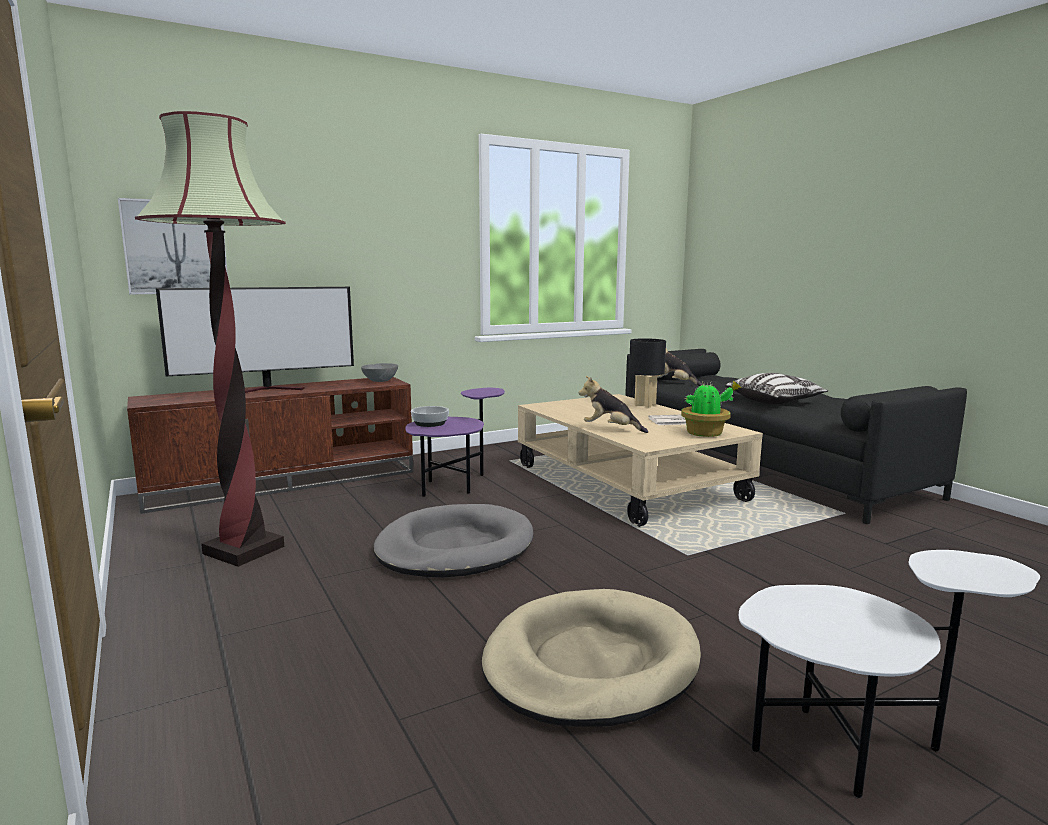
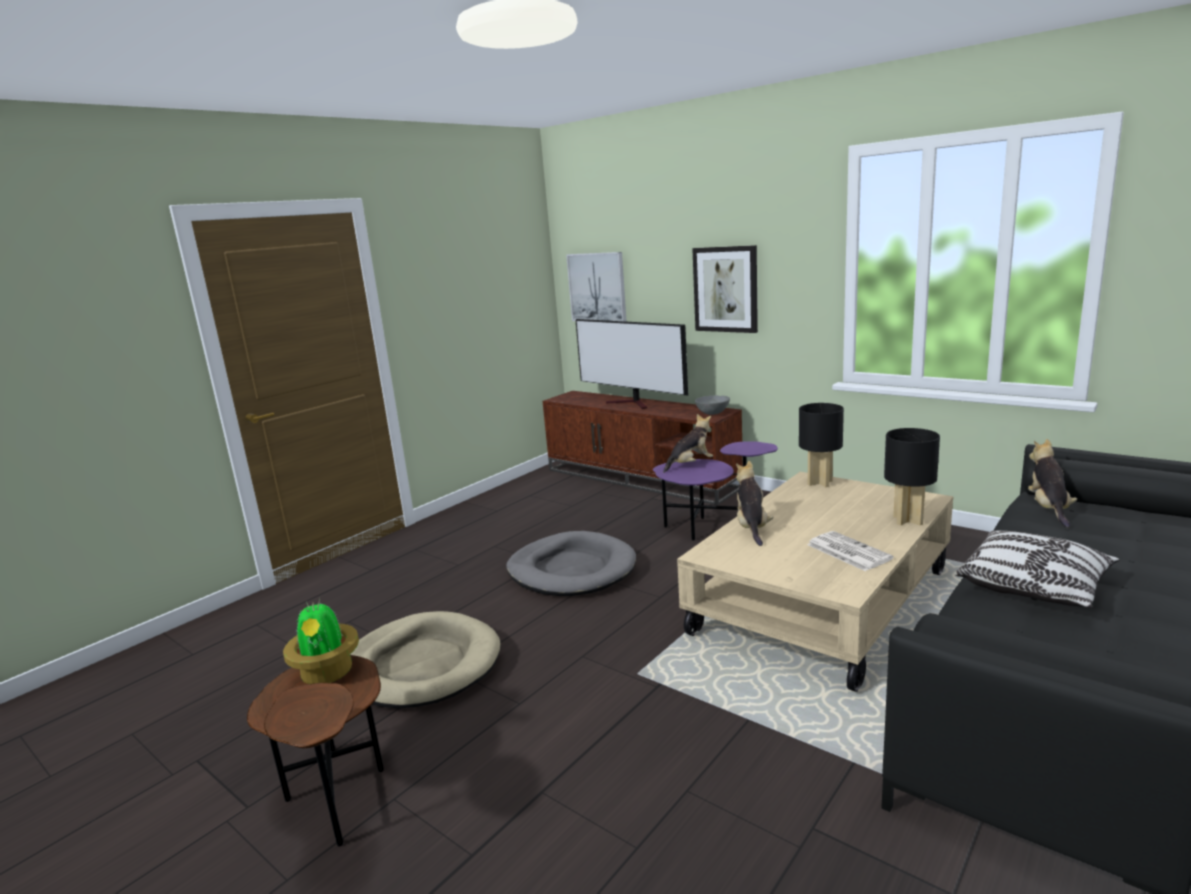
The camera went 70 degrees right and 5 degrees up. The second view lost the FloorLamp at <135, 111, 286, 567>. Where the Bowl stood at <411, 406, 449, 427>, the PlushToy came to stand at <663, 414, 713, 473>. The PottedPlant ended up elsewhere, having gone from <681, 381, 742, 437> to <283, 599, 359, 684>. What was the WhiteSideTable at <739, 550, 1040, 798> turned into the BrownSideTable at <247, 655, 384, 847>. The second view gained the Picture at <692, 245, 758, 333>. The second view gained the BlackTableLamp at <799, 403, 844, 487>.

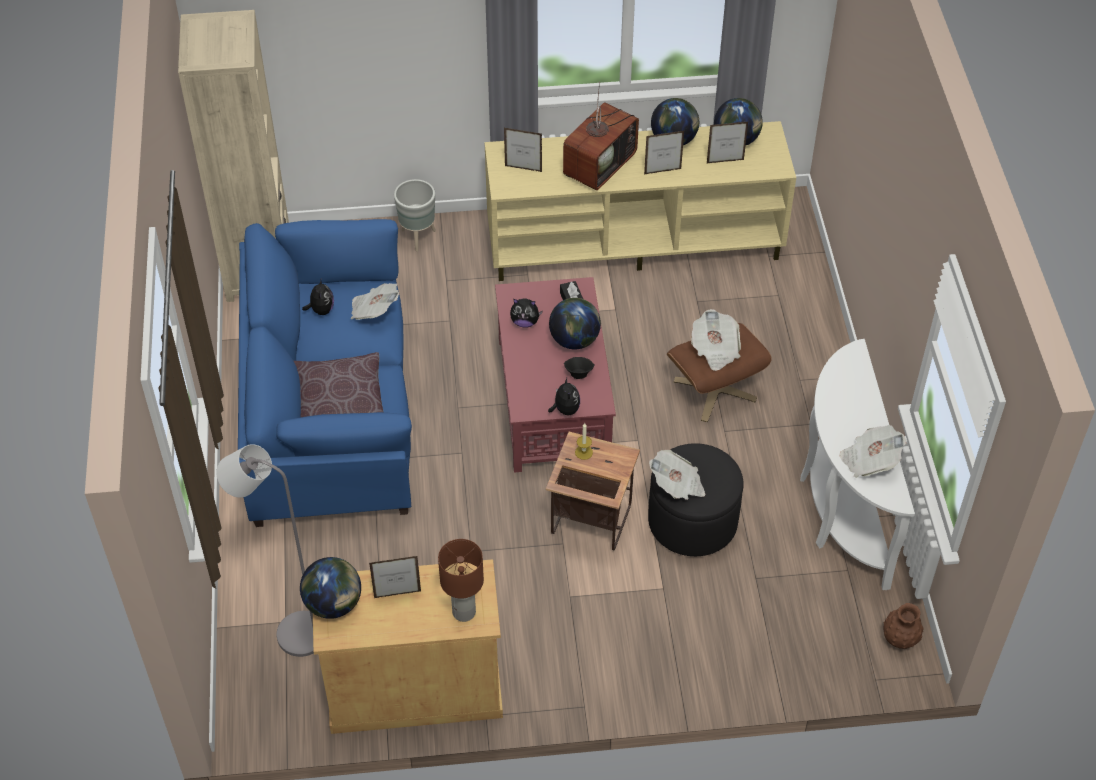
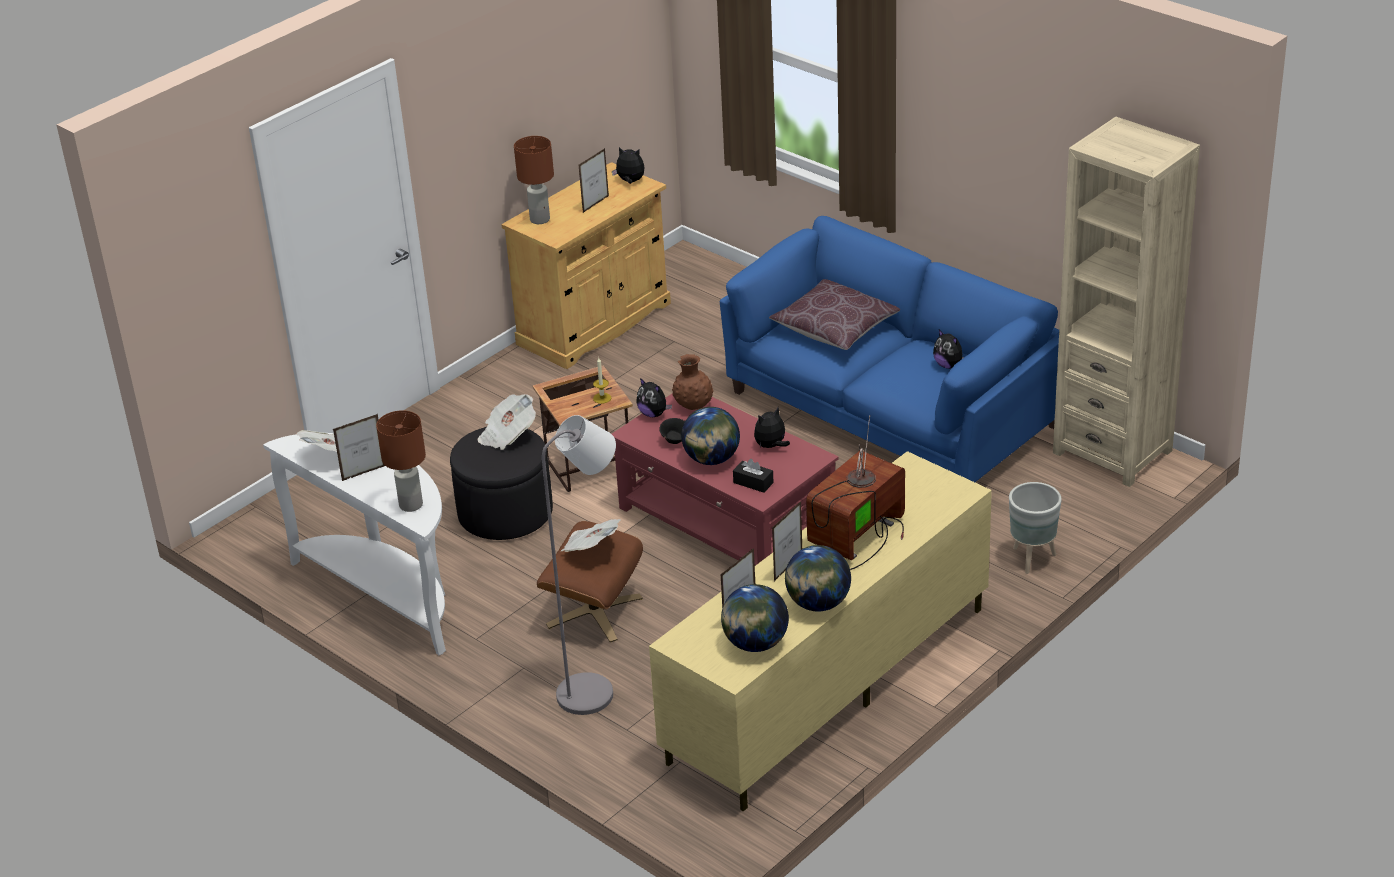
The camera went 140 degrees right and 15 degrees down. The GreyFloorLamp ended up elsewhere, having gone from <216, 444, 314, 657> to <542, 415, 616, 715>. Where the Globe stood at <300, 557, 361, 619>, the PlushToy came to stand at <612, 147, 645, 184>. The second view lost the Newspaper at <351, 283, 399, 320>. The PictureFrame ended up elsewhere, having gone from <504, 128, 542, 172> to <333, 414, 385, 481>. The Television at <563, 82, 639, 190> ended up facing another way, 45 degrees clockwise from before. The BrownVase ended up elsewhere, having gone from <884, 603, 923, 649> to <672, 354, 713, 410>. The second view gained the BrownTableLamp at <376, 410, 426, 512>.

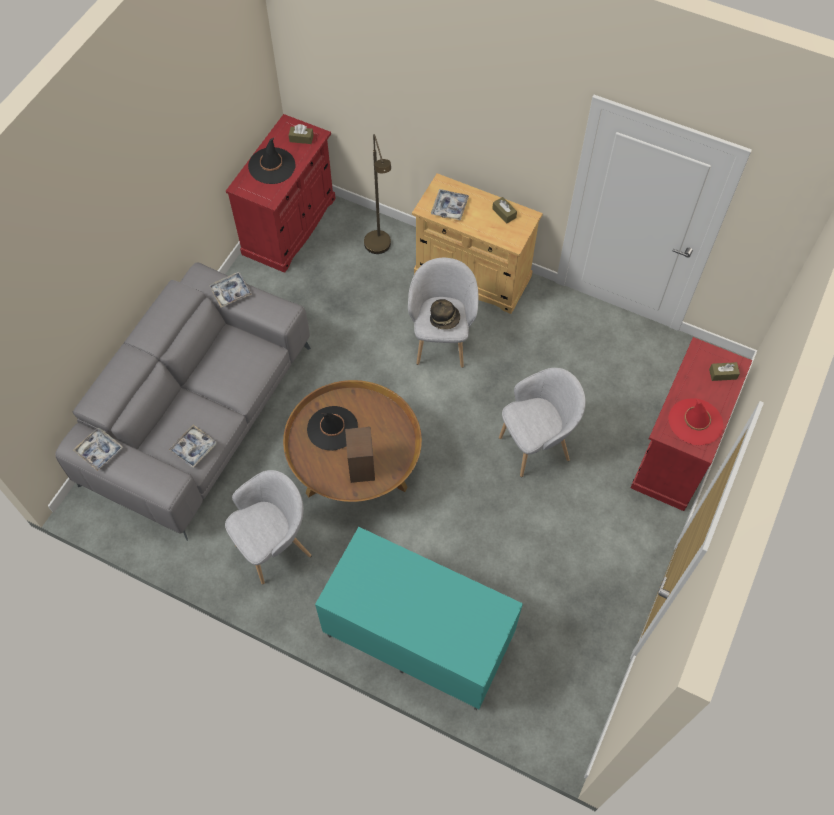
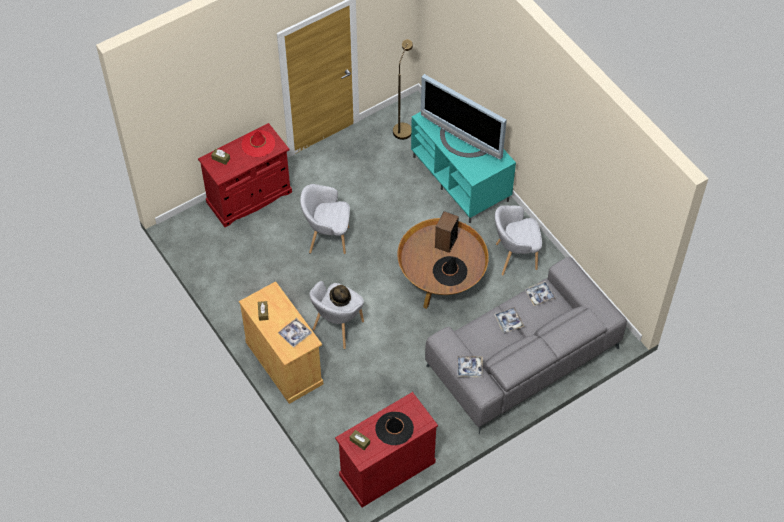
The camera went 150 degrees left and 5 degrees down. The Tray ended up elsewhere, having gone from <73, 428, 123, 471> to <494, 307, 524, 333>. The BrownFloorLamp ended up elsewhere, having gone from <364, 134, 391, 254> to <393, 39, 413, 140>. The second view gained the Television at <421, 74, 507, 160>.

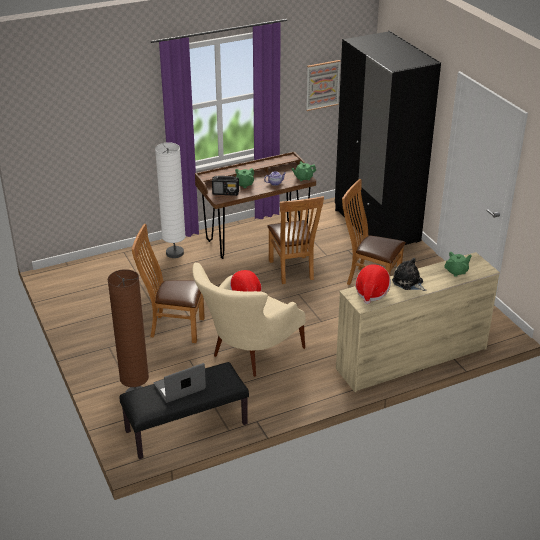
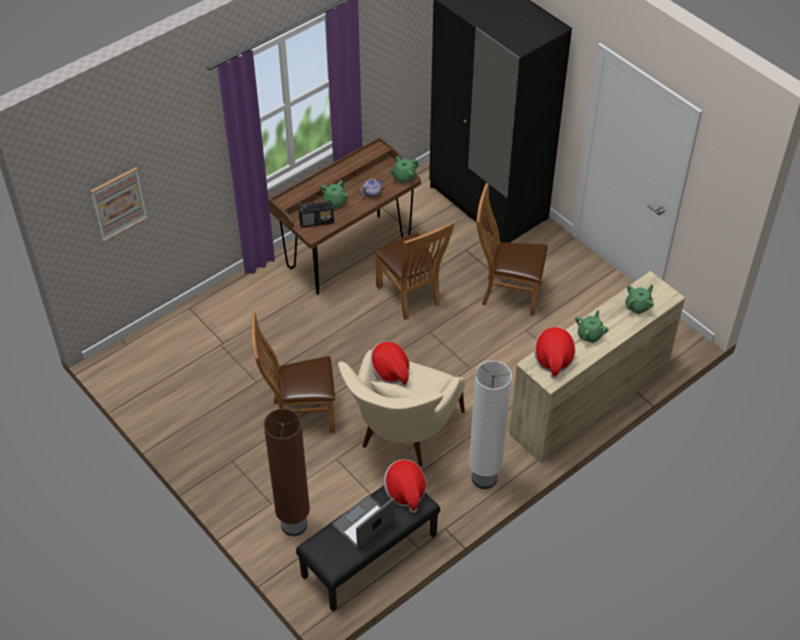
The camera went 15 degrees left and 15 degrees up. The WhiteFloorLamp ended up elsewhere, having gone from <155, 142, 186, 258> to <469, 361, 512, 489>. The Picture ended up elsewhere, having gone from <306, 60, 340, 111> to <90, 167, 148, 242>. Where the PlushToy stood at <392, 258, 426, 291>, the GreenTeapot came to stand at <575, 310, 609, 343>. The second view gained the Hat at <384, 459, 426, 513>.

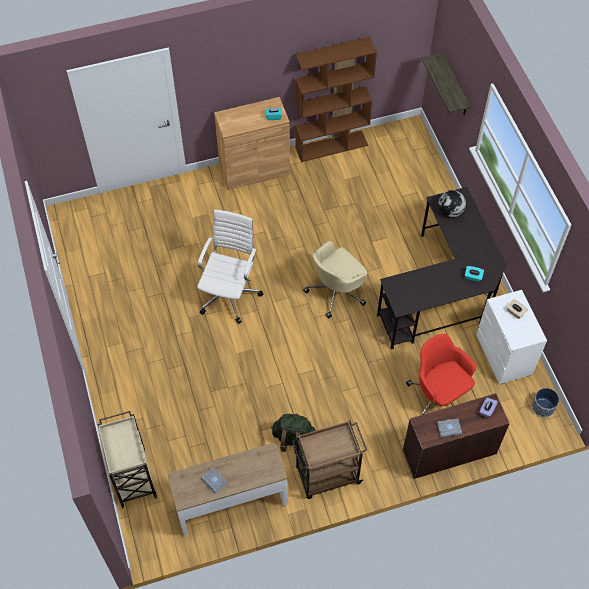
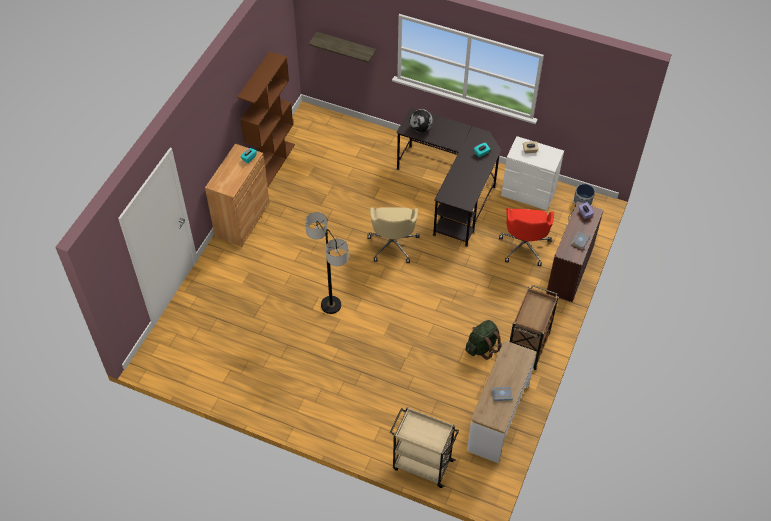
The camera went 50 degrees left and 5 degrees down. Where the WhiteOfficeChair stood at <197, 210, 264, 324>, the FloorLamp came to stand at <305, 212, 349, 314>. The RedOfficeChair at <406, 334, 476, 415> ended up facing another way, 90 degrees counterclockwise from before.

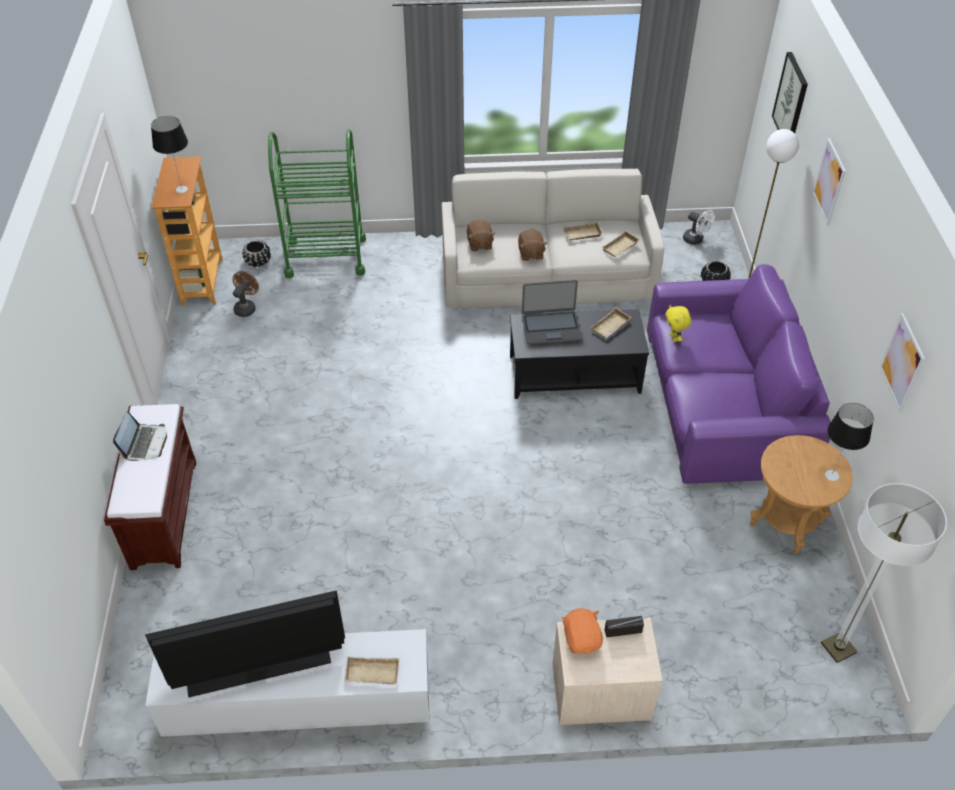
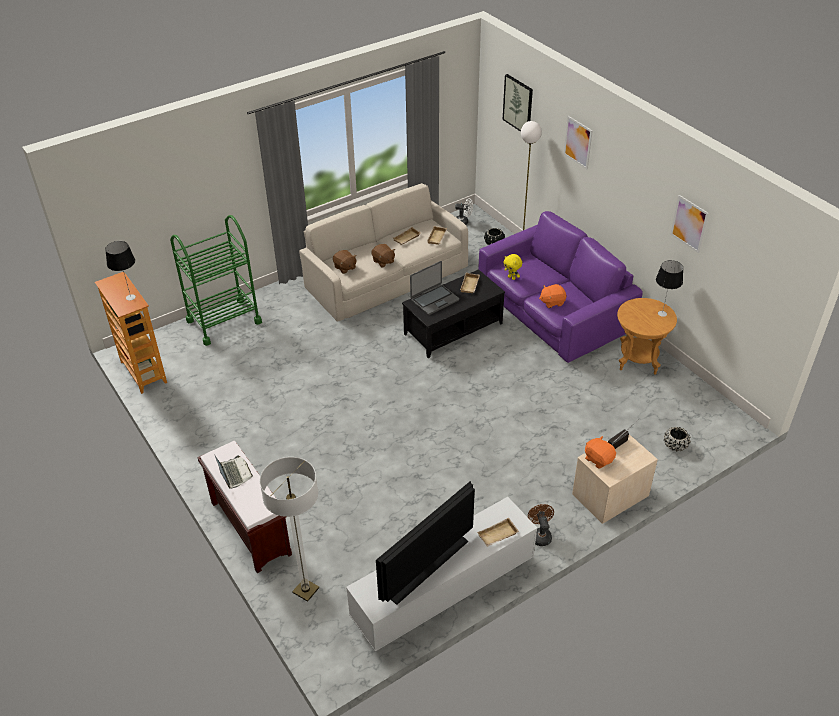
The camera went 30 degrees left and 5 degrees down. The BrownFan ended up elsewhere, having gone from <233, 271, 259, 317> to <528, 504, 554, 546>. The BlackPlanter ended up elsewhere, having gone from <242, 240, 271, 267> to <664, 427, 690, 451>. The FloorLamp ended up elsewhere, having gone from <821, 483, 947, 663> to <260, 457, 319, 602>. The second view gained the OrangePlushToy at <539, 284, 566, 308>.

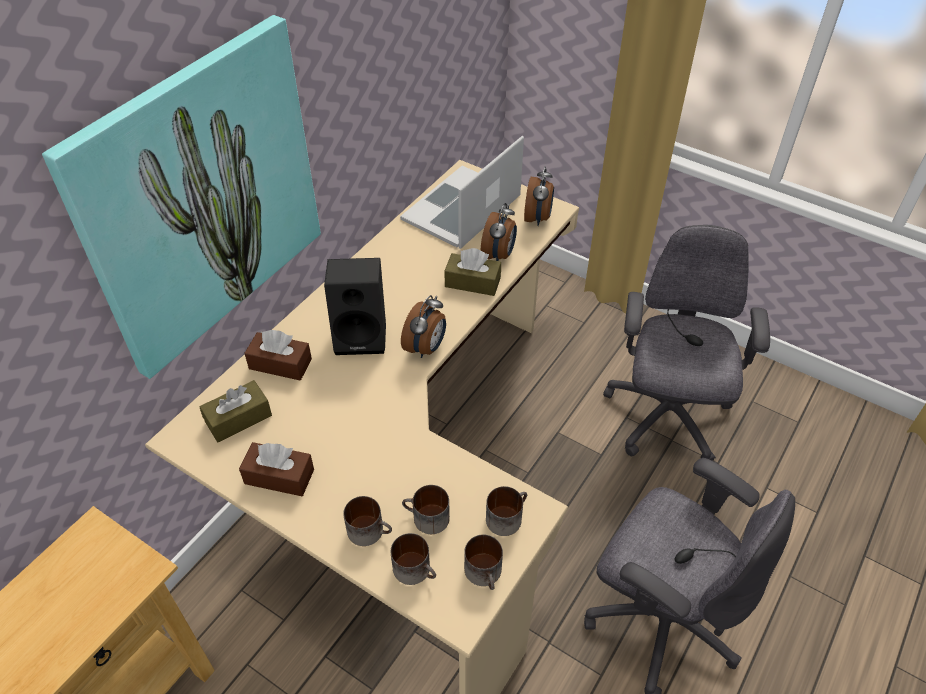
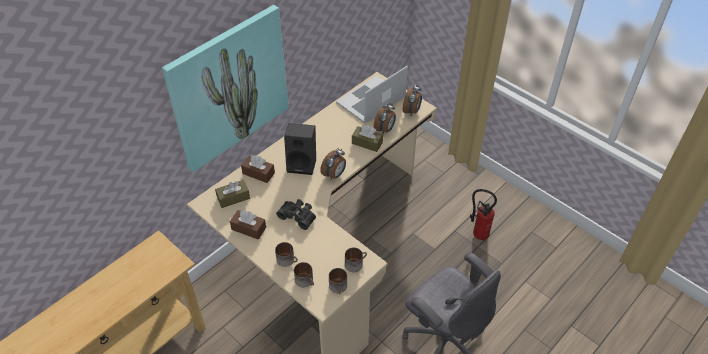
The camera went 10 degrees right and 0 degrees up. The second view lost the Mug at <402, 485, 450, 534>. Where the GreyOfficeChair stood at <603, 225, 770, 461>, the FireExtinguisher came to stand at <470, 189, 497, 240>. The second view gained the BlackBinoculars at <276, 199, 316, 230>.

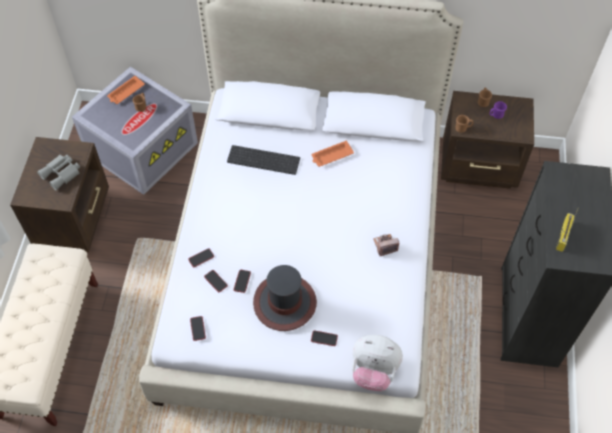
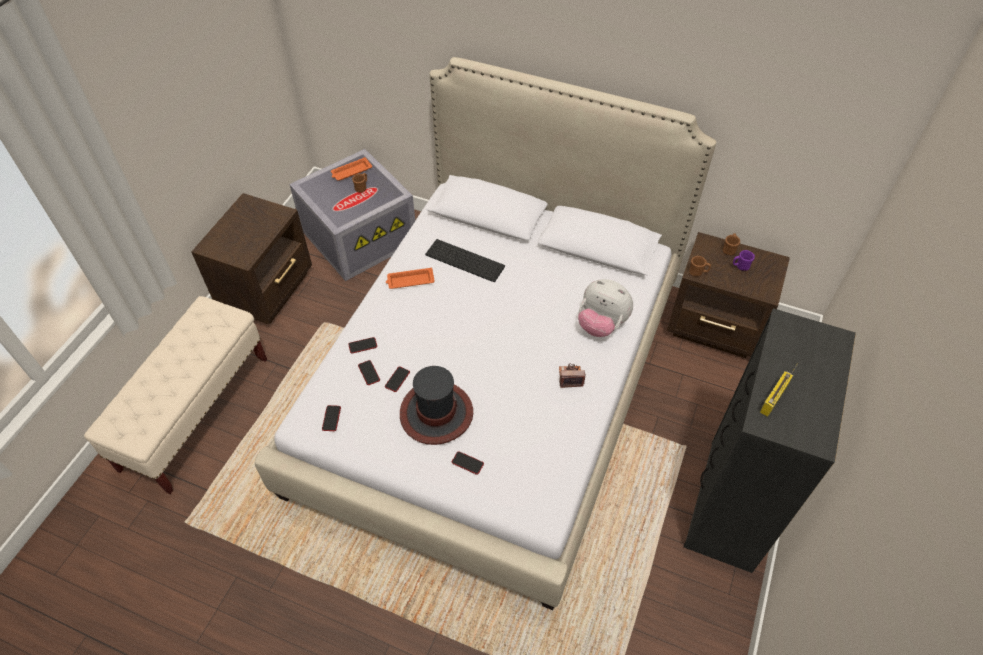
The camera went 15 degrees right and 5 degrees down. The second view lost the GreyBinoculars at <37, 154, 80, 190>. The OrangeTray ended up elsewhere, having gone from <311, 141, 354, 167> to <386, 268, 435, 289>. The PlushToy ended up elsewhere, having gone from <352, 335, 403, 391> to <578, 279, 633, 337>.

